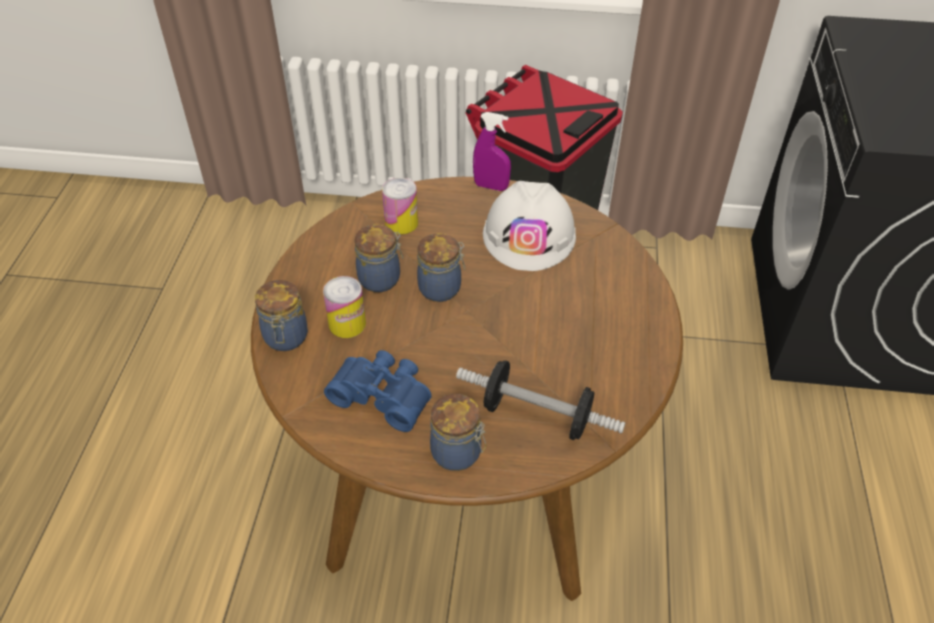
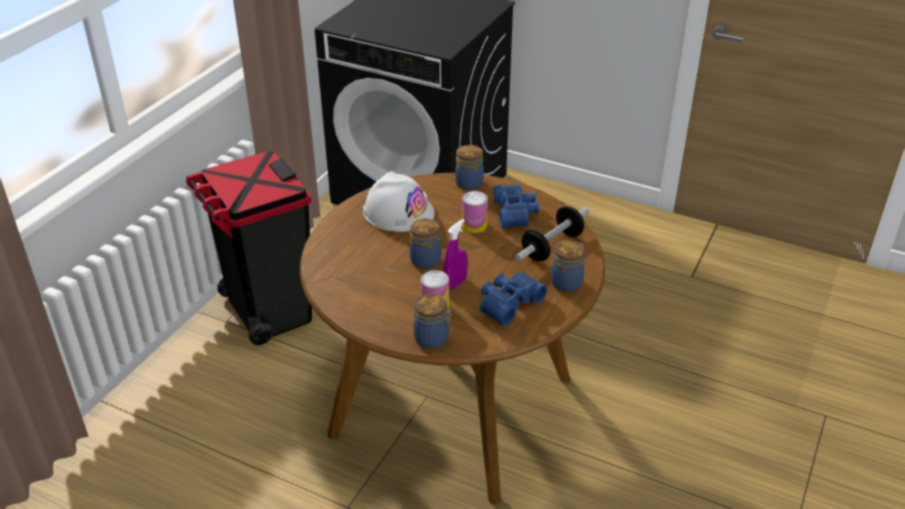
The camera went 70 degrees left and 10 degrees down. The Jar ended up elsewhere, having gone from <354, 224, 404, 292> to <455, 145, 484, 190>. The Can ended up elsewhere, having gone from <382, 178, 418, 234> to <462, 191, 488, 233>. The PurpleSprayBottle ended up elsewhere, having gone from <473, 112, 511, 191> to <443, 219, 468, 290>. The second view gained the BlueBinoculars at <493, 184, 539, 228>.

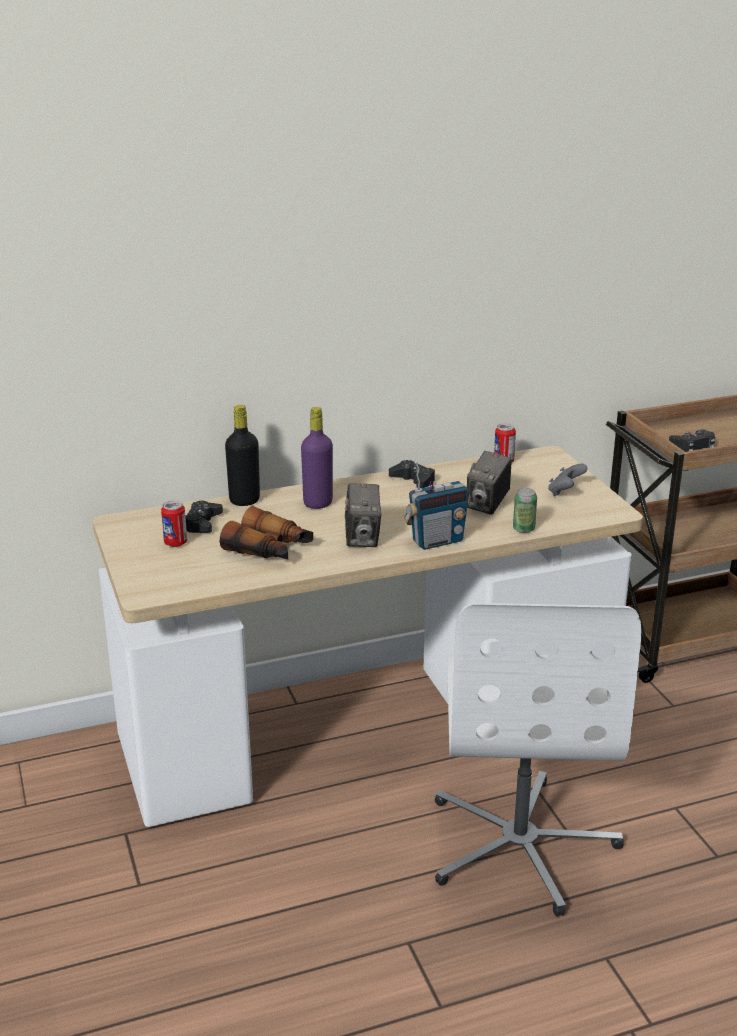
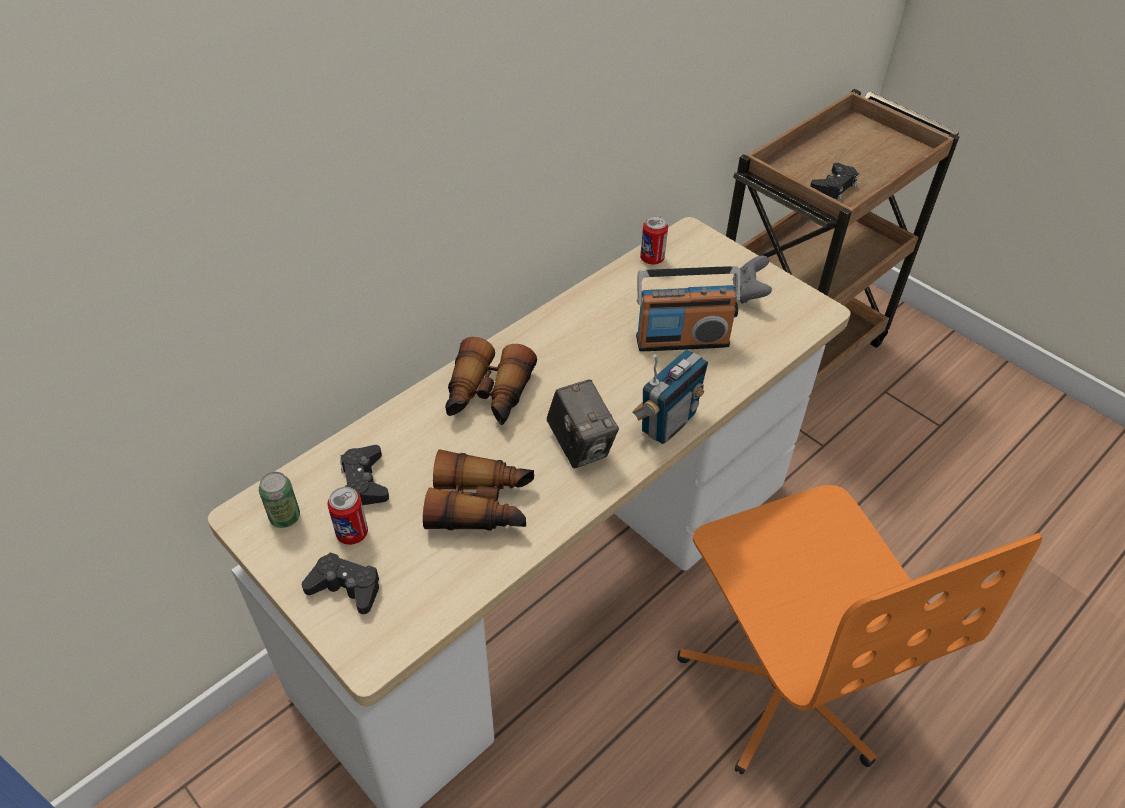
The camera went 25 degrees left and 20 degrees up. The second view lost the BlackBottle at <225, 405, 260, 506>. Where the PurpleBottle stood at <301, 407, 333, 509>, the Binoculars came to stand at <445, 337, 537, 425>. The BlackGameController ended up elsewhere, having gone from <389, 460, 435, 488> to <302, 552, 379, 614>. What was the WhiteOfficeChair at <435, 603, 642, 917> turned into the OrangeOfficeChair at <677, 485, 1042, 774>. Where the PhotoCamera stood at <467, 451, 511, 515>, the Radio came to stand at <636, 266, 741, 351>. The Can ended up elsewhere, having gone from <513, 488, 537, 533> to <259, 472, 300, 528>.

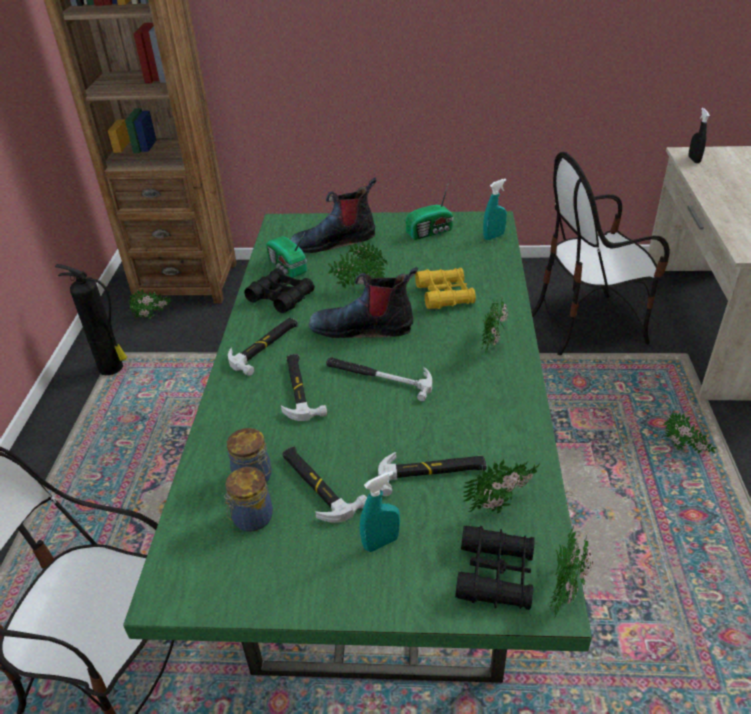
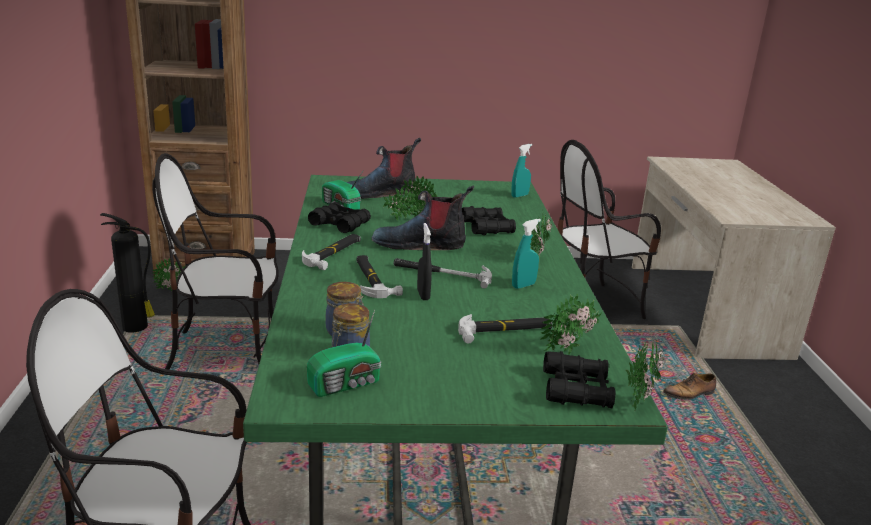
The camera went 10 degrees left and 15 degrees down. The second view lost the Hammer at <283, 446, 367, 523>. The TurquoiseSprayBottle ended up elsewhere, having gone from <360, 471, 400, 552> to <512, 219, 541, 289>. The Radio ended up elsewhere, having gone from <406, 182, 454, 240> to <307, 310, 381, 397>. What was the YellowBinoculars at <415, 268, 476, 309> turned into the BlackBinoculars at <462, 206, 516, 235>. Where the PottedPlant stood at <663, 412, 717, 453>, the Shoe came to stand at <663, 373, 716, 400>. The BlackSprayBottle ended up elsewhere, having gone from <688, 108, 710, 163> to <417, 223, 432, 300>. The second view gained the Chair at <152, 153, 279, 370>.

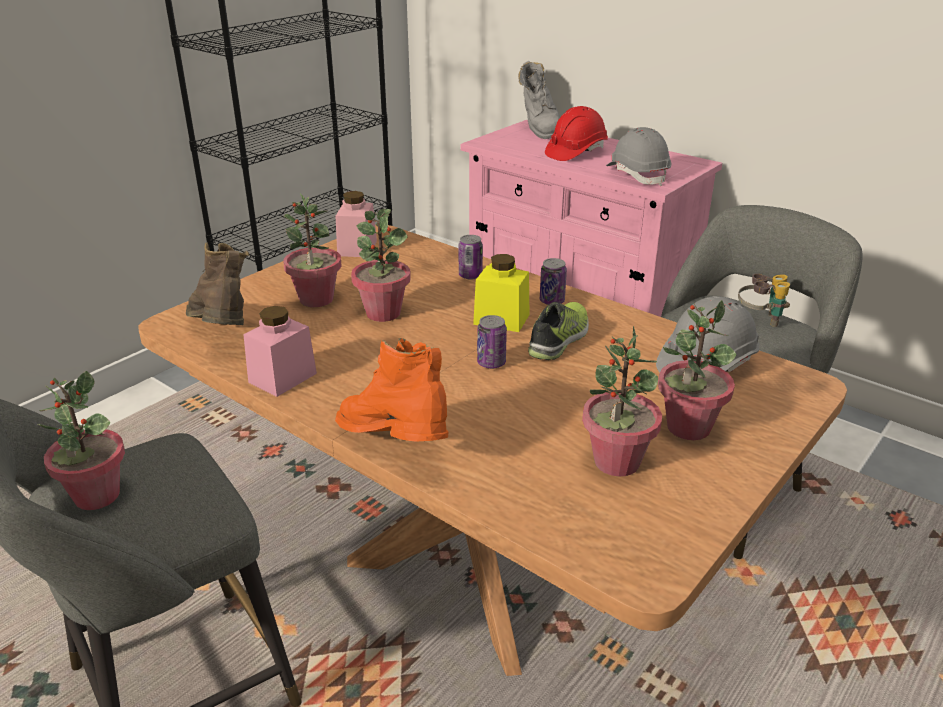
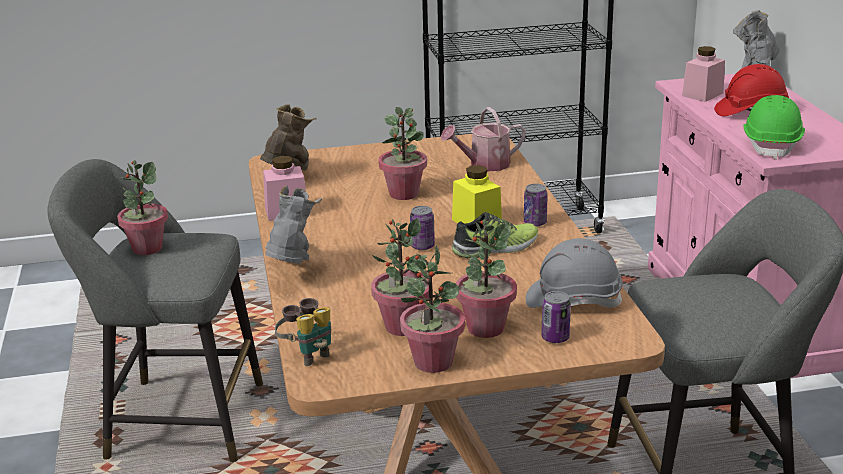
The camera went 40 degrees right and 5 degrees down. The PottedPlant ended up elsewhere, having gone from <283, 194, 342, 307> to <400, 246, 465, 373>. The PinkJar ended up elsewhere, having gone from <335, 191, 377, 257> to <682, 46, 725, 102>. What was the OrangeBoot at <335, 338, 448, 442> turned into the GreyBoot at <265, 186, 322, 264>. The Can ended up elsewhere, having gone from <459, 235, 483, 280> to <541, 291, 571, 343>. What was the GreyHardHat at <606, 127, 671, 186> turned into the GreenHardHat at <743, 95, 805, 160>. The Binoculars ended up elsewhere, having gone from <738, 274, 790, 327> to <275, 298, 331, 366>. The second view gained the WateringCan at <441, 107, 526, 171>.

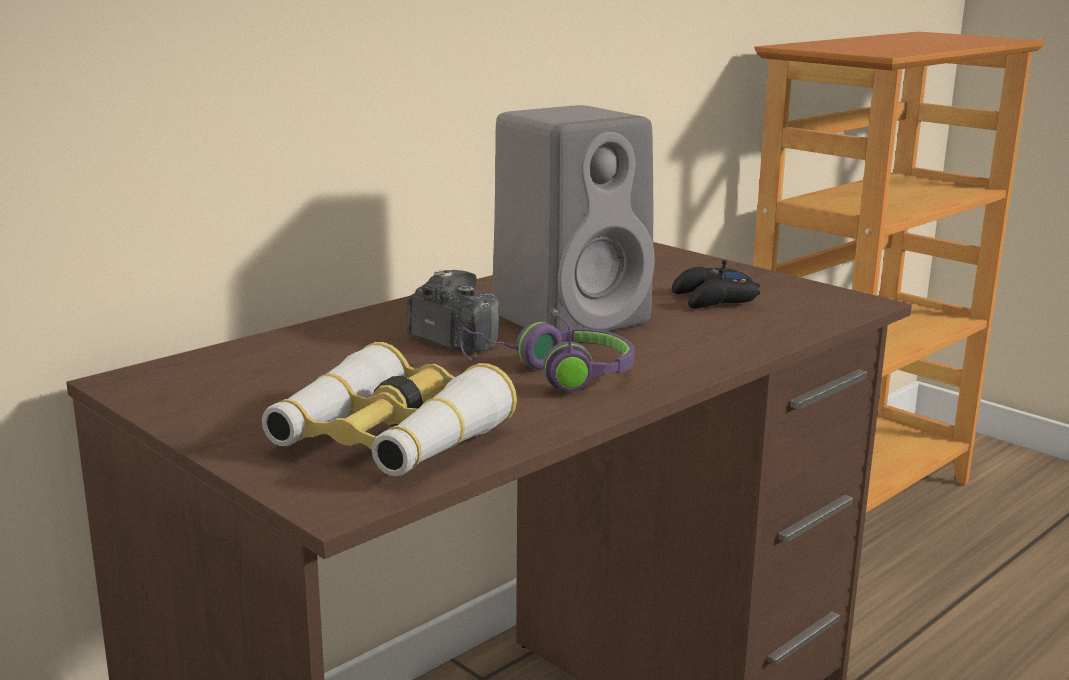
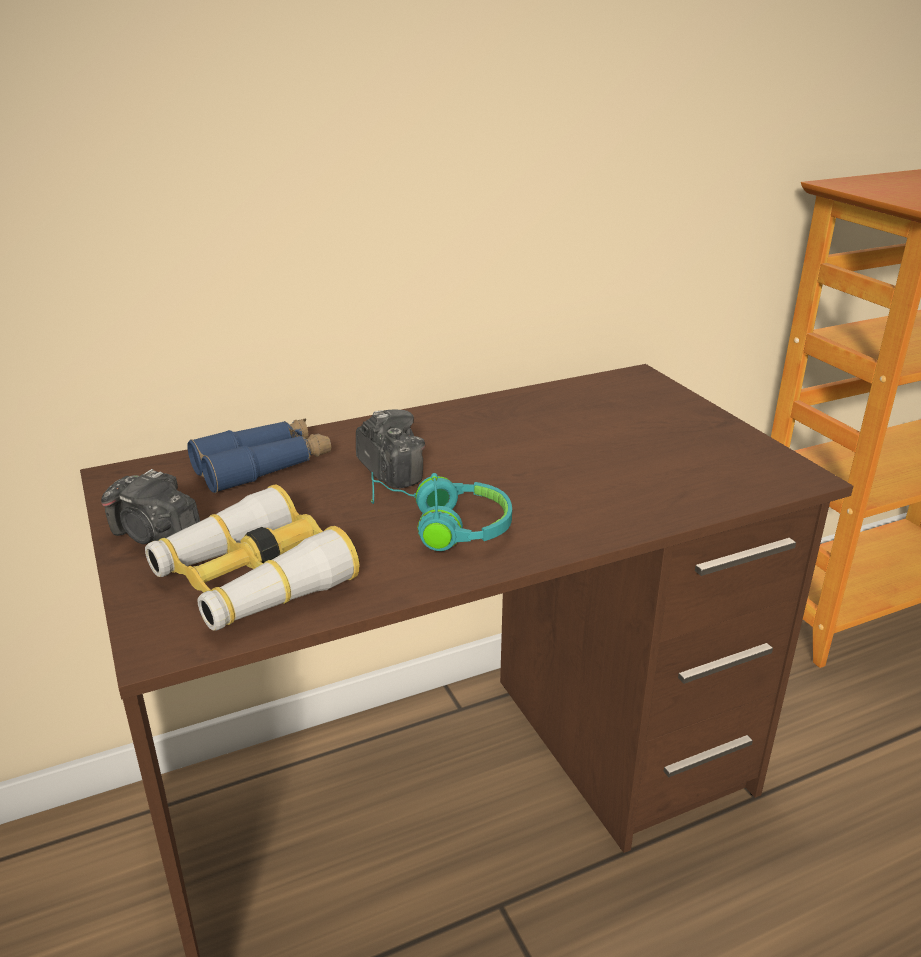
The camera went 20 degrees right and 10 degrees up. What was the PurpleHeadphones at <460, 308, 635, 392> turned into the TurquoiseHeadphones at <371, 472, 512, 551>. The second view lost the GreySpeaker at <492, 105, 655, 342>. The second view lost the BlackGameController at <672, 260, 760, 308>. The second view gained the PhotoCamera at <101, 469, 200, 544>. The second view gained the BlueBinoculars at <187, 418, 331, 493>.

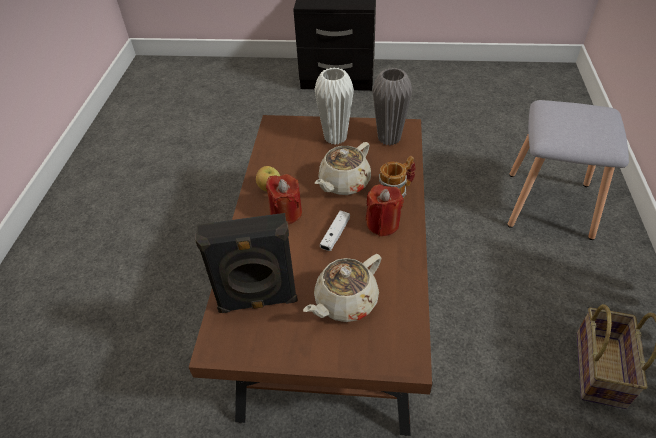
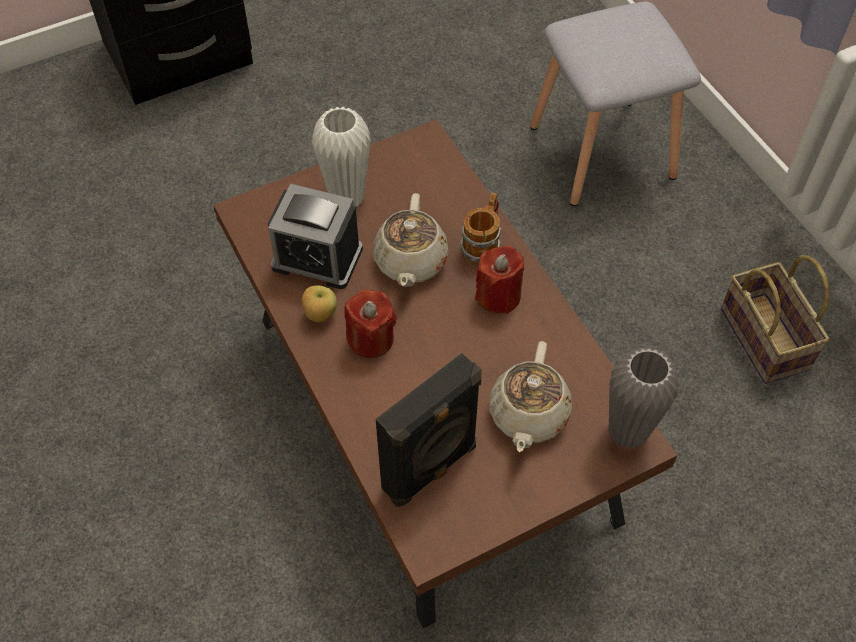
The camera went 35 degrees left and 10 degrees up. The second view lost the WhiteGameController at <320, 211, 350, 251>. The GreyVase ended up elsewhere, having gone from <372, 68, 412, 146> to <609, 348, 679, 449>. The second view gained the AlarmClock at <268, 184, 363, 289>.

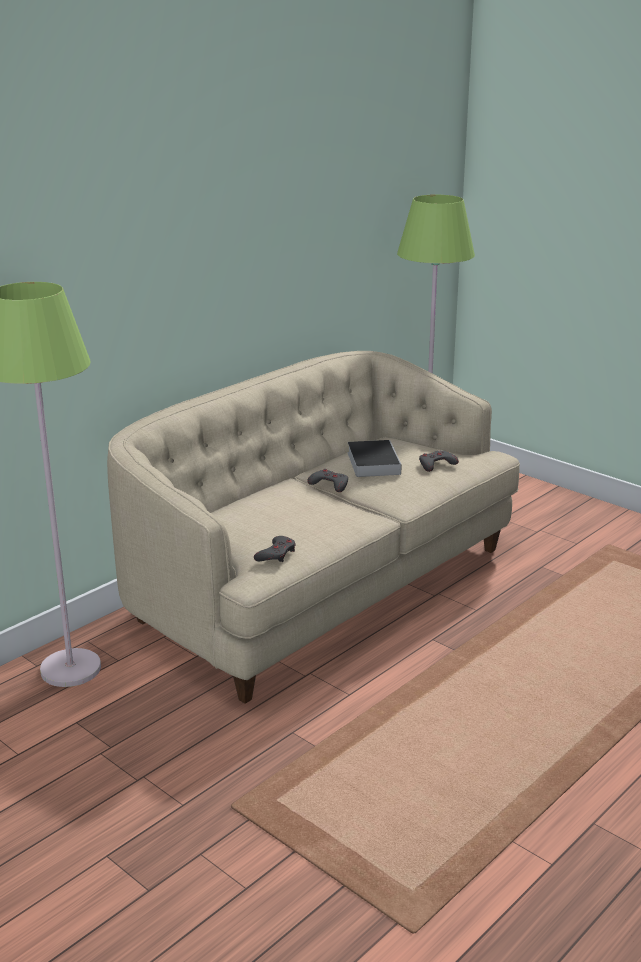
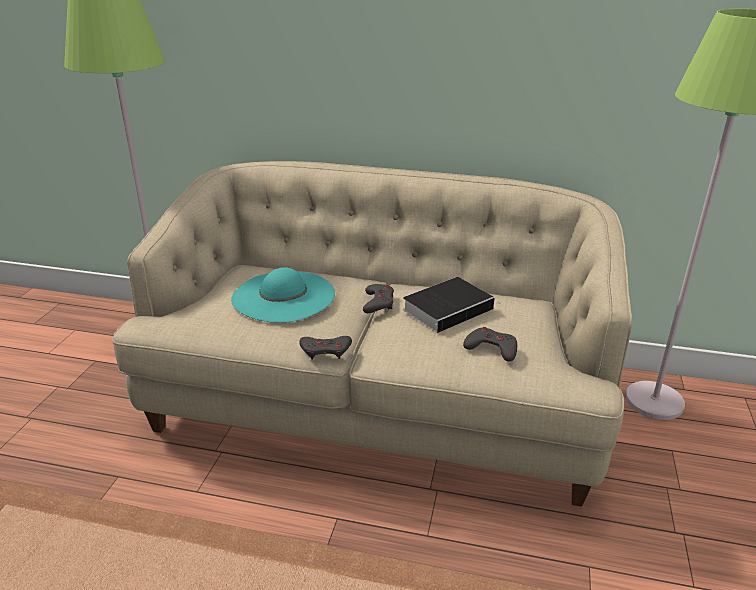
The camera went 60 degrees right and 5 degrees up. The GreyGameController ended up elsewhere, having gone from <254, 536, 296, 562> to <299, 336, 352, 360>. The second view gained the TurquoiseHat at <231, 267, 335, 323>.

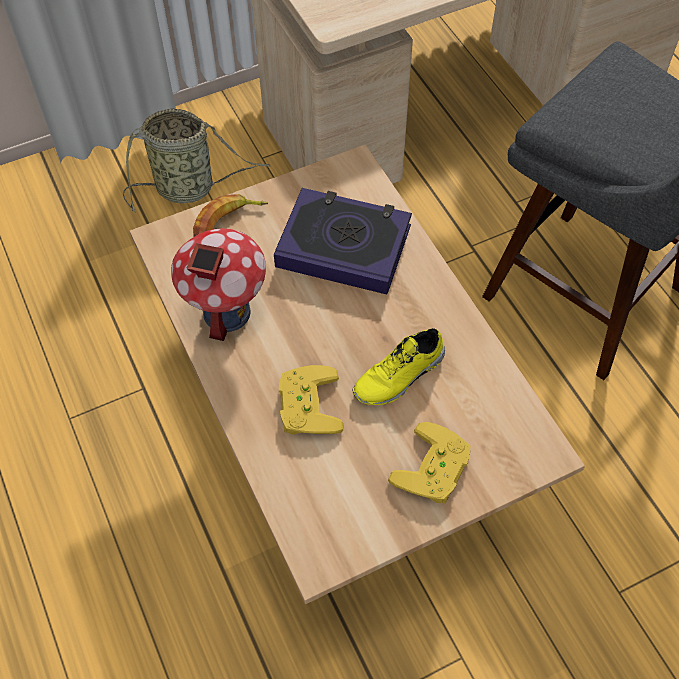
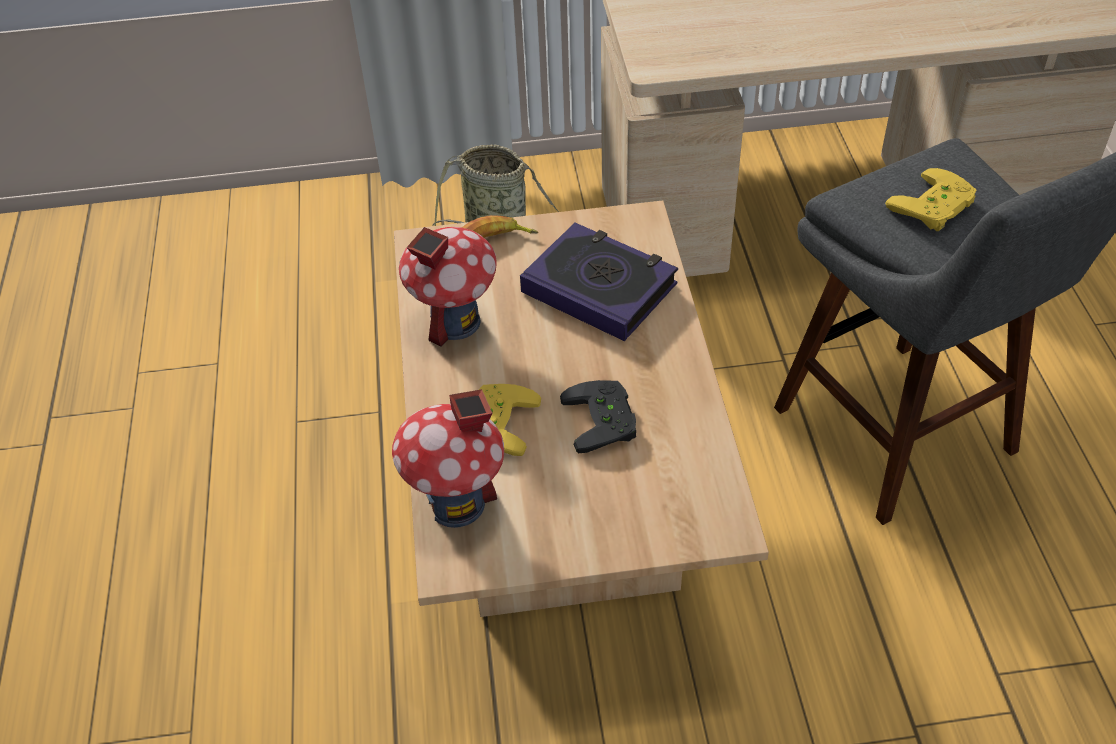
The camera went 20 degrees right and 10 degrees down. Where the YellowShoe stood at <352, 328, 445, 405>, the BlackGameController came to stand at <560, 380, 636, 453>. The YellowGameController ended up elsewhere, having gone from <388, 422, 471, 503> to <885, 168, 976, 231>. The second view gained the ToyHouse at <392, 389, 504, 528>.

